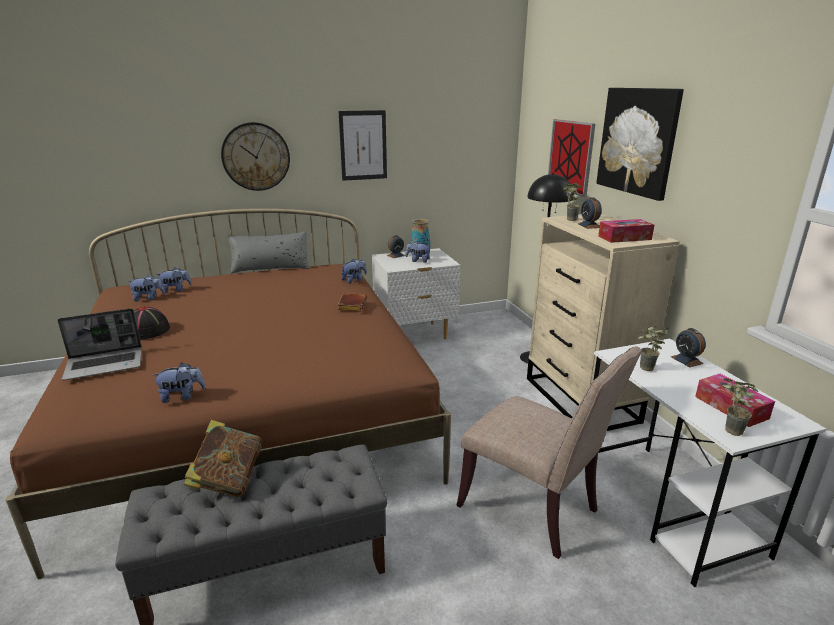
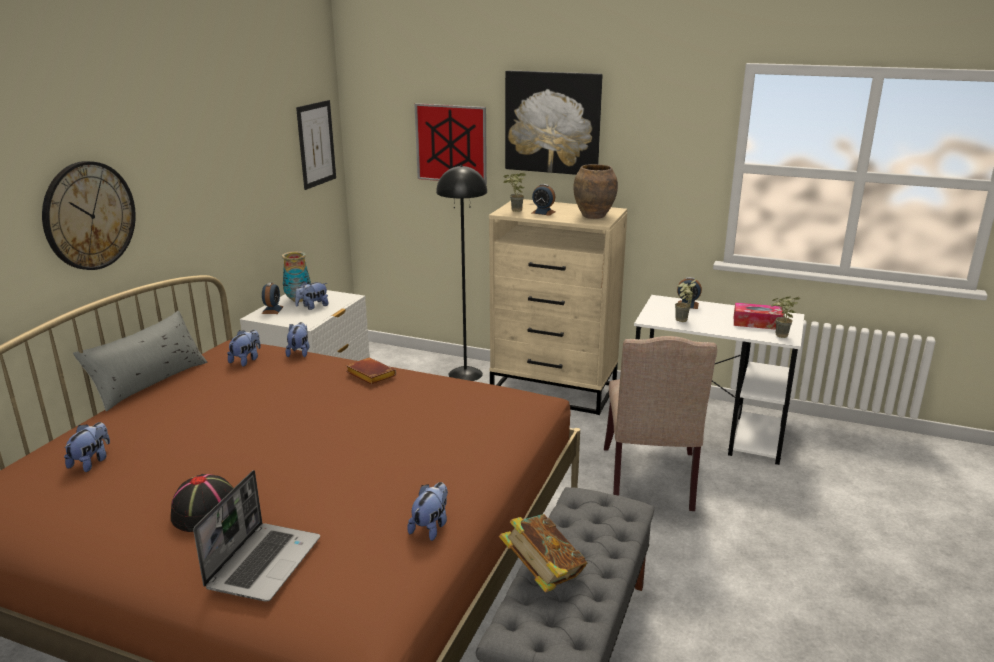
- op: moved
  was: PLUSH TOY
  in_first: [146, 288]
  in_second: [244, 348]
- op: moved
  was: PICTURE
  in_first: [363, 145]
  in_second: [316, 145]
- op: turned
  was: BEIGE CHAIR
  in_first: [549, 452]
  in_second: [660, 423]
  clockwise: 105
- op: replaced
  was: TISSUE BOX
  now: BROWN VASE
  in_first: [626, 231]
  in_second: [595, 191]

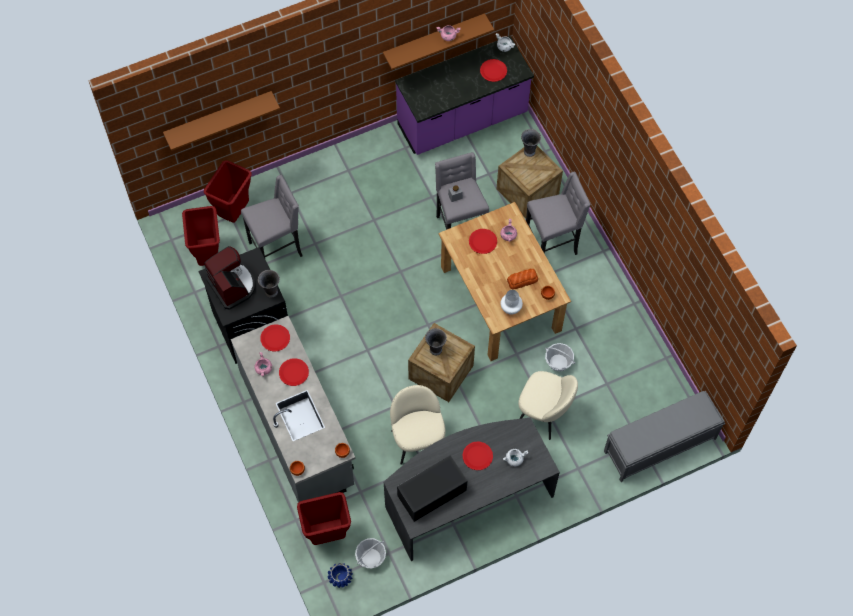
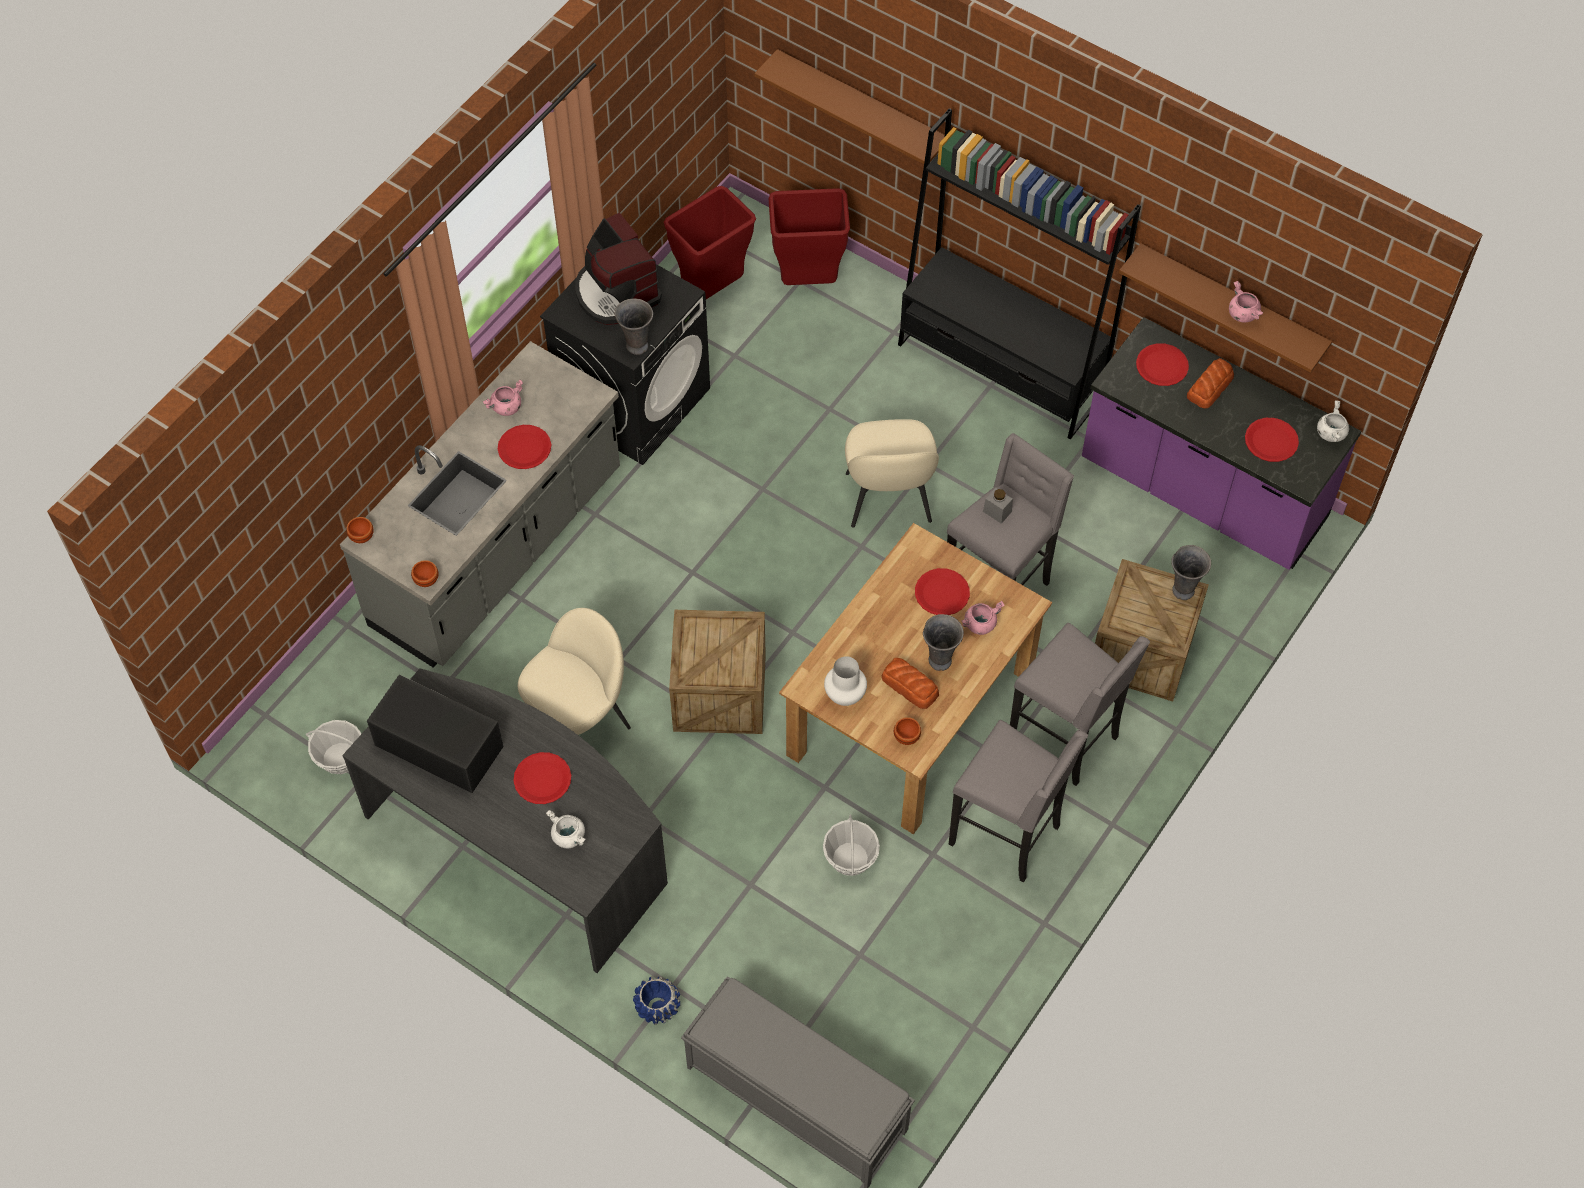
- op: turned
  was: COFFEE MACHINE
  in_first: [229, 278]
  in_second: [618, 269]
  clockwise: 120
- op: moved
  was: GREY STOOL
  in_first: [272, 216]
  in_second: [1018, 801]
- op: moved
  was: RED PLATE
  in_first: [275, 338]
  in_second: [1162, 364]
- op: removed
  was: RED TRASH CAN
  in_first: [324, 518]
- op: moved
  was: BLUE PLANTER
  in_first: [340, 575]
  in_second: [657, 1000]
- op: moved
  was: GREY VASE
  in_first: [436, 341]
  in_second: [943, 642]
- op: moved
  was: BEIGE CHAIR
  in_first: [548, 405]
  in_second: [892, 473]
- op: added
  now: BLACK BOOKCASE
  in_second: [1019, 274]
- op: added
  now: BREAD
  in_second: [1210, 383]

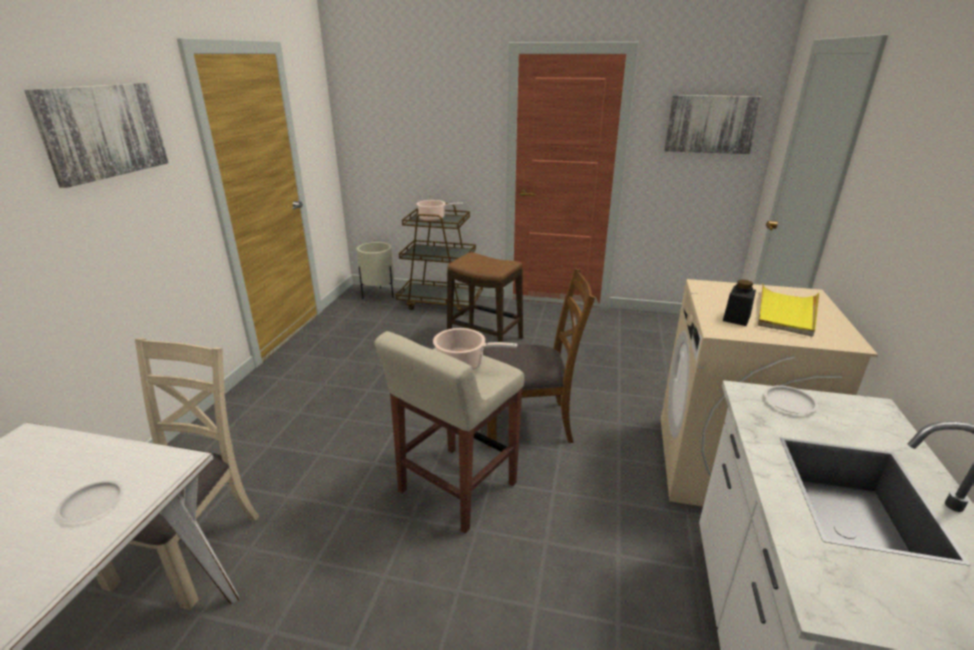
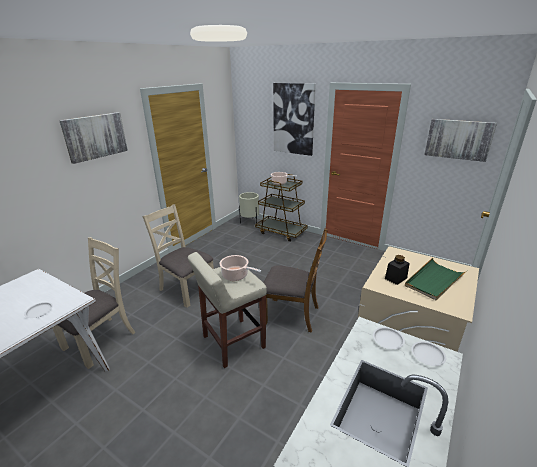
- op: removed
  was: STOOL
  in_first: [485, 297]
- op: recoloured
  was: YELLOW TRAY
  now: GREEN TRAY
  in_first: [788, 310]
  in_second: [436, 279]
- op: added
  now: BEIGE CHAIR
  in_second: [178, 256]
- op: added
  now: PICTURE
  in_second: [294, 119]
- op: added
  now: WHITE PLATE
  in_second: [428, 353]

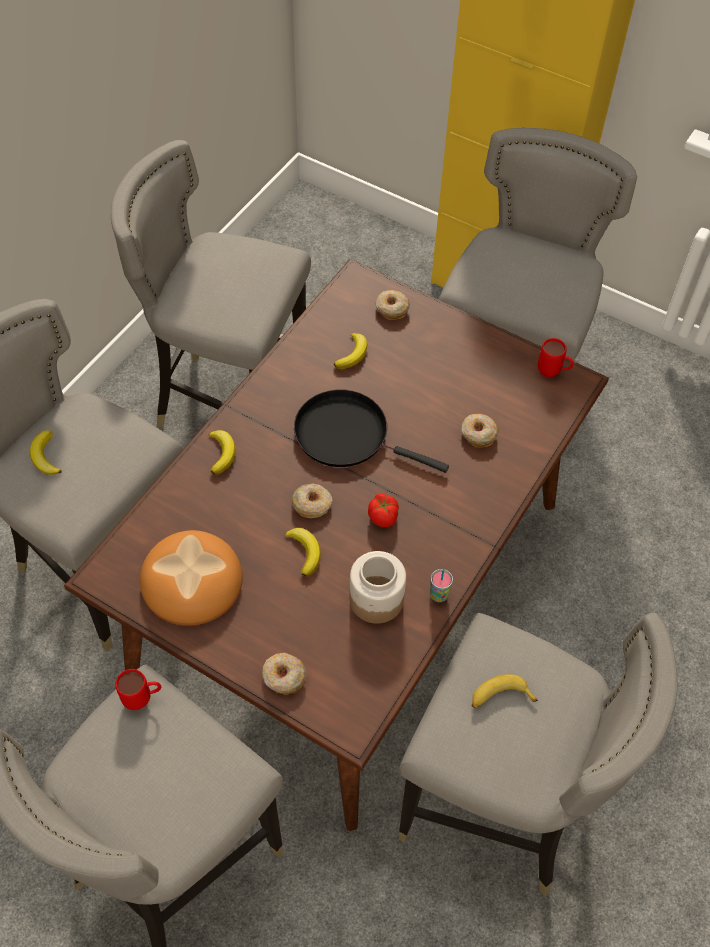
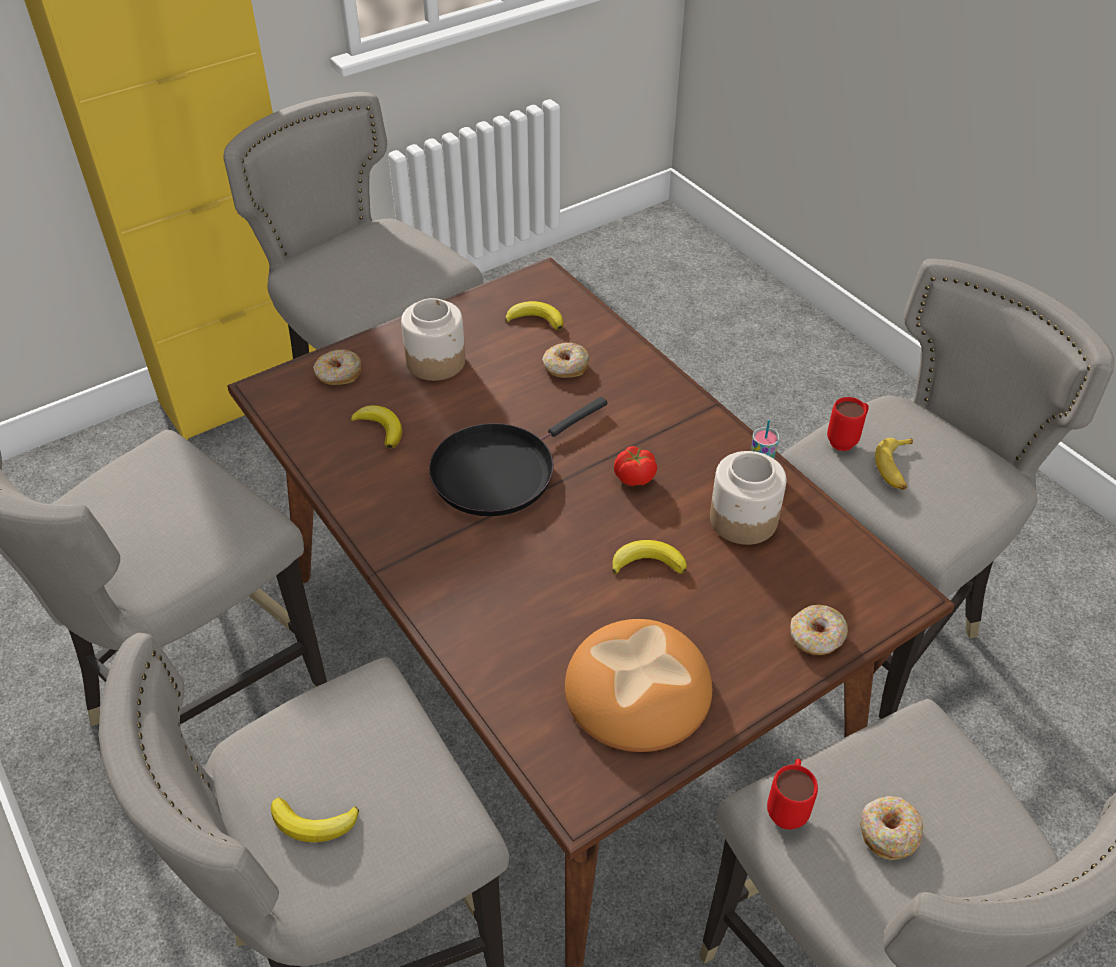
- op: moved
  was: BANANA
  in_first: [222, 452]
  in_second: [534, 315]
- op: moved
  was: DONUT
  in_first: [312, 501]
  in_second: [891, 828]
- op: moved
  was: RED MUG
  in_first: [556, 358]
  in_second: [848, 424]
- op: added
  now: JAR
  in_second: [433, 339]

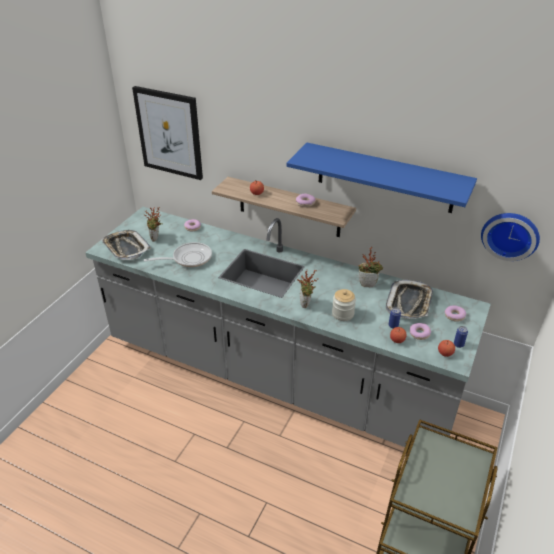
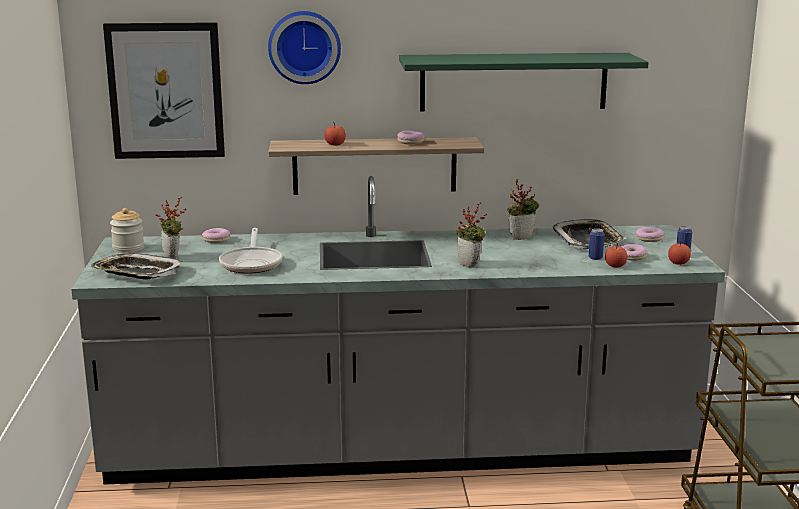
- op: turned
  was: FRYING PAN
  in_first: [178, 254]
  in_second: [250, 251]
  clockwise: 135
- op: recoloured
  was: BLUE SHELF
  now: GREEN SHELF
  in_first: [382, 178]
  in_second: [524, 82]
- op: moved
  was: JAR
  in_first: [344, 305]
  in_second: [127, 230]
- op: moved
  was: WALL CLOCK
  in_first: [510, 237]
  in_second: [304, 47]

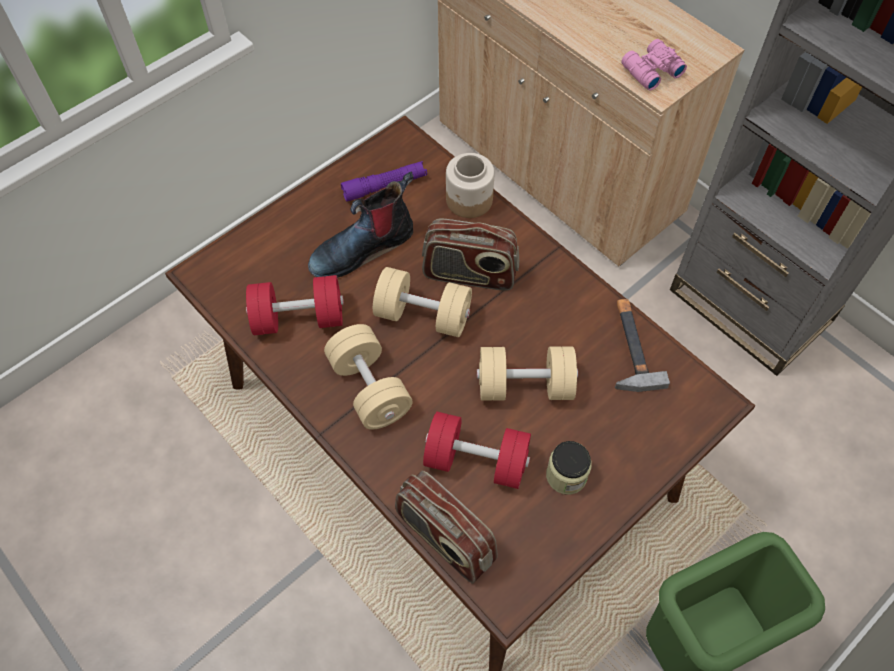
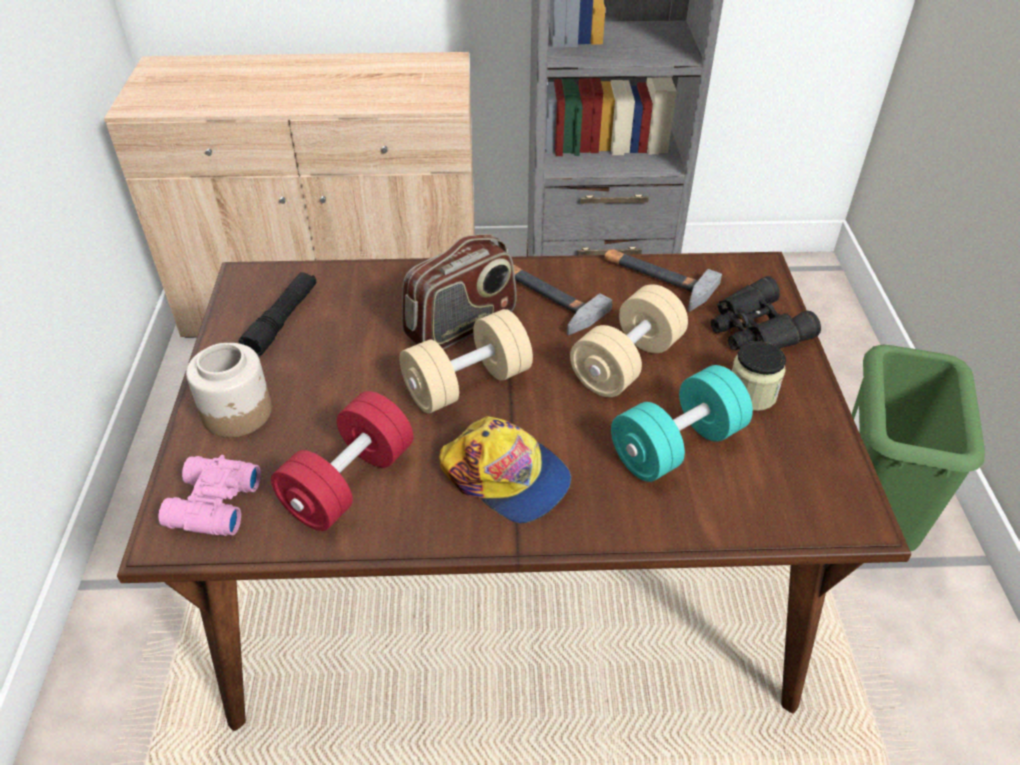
- op: removed
  was: BOOT
  in_first: [361, 224]
- op: replaced
  was: BEIGE DUMBBELL
  now: CAP
  in_first: [368, 377]
  in_second: [505, 469]
- op: recoloured
  was: PURPLE FLASHLIGHT
  now: BLACK FLASHLIGHT
  in_first: [384, 181]
  in_second: [277, 314]
- op: removed
  was: RADIO
  in_first: [446, 527]
- op: recoloured
  was: RED DUMBBELL
  now: TURQUOISE DUMBBELL
  in_first: [477, 450]
  in_second: [682, 423]
- op: moved
  was: JAR
  in_first: [470, 185]
  in_second: [229, 390]
- op: moved
  was: PINK BINOCULARS
  in_first: [654, 65]
  in_second: [209, 495]
- op: added
  now: HAMMER
  in_second: [563, 300]
- op: added
  now: BLACK BINOCULARS
  in_second: [766, 313]

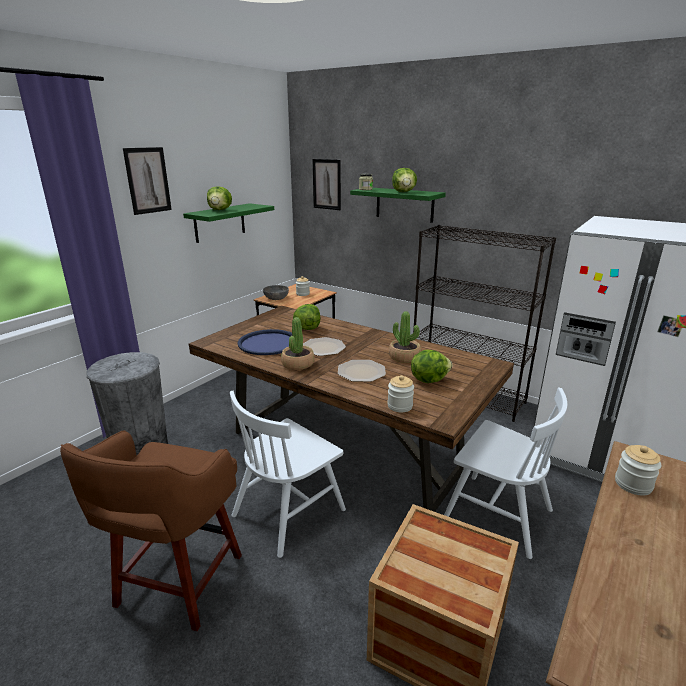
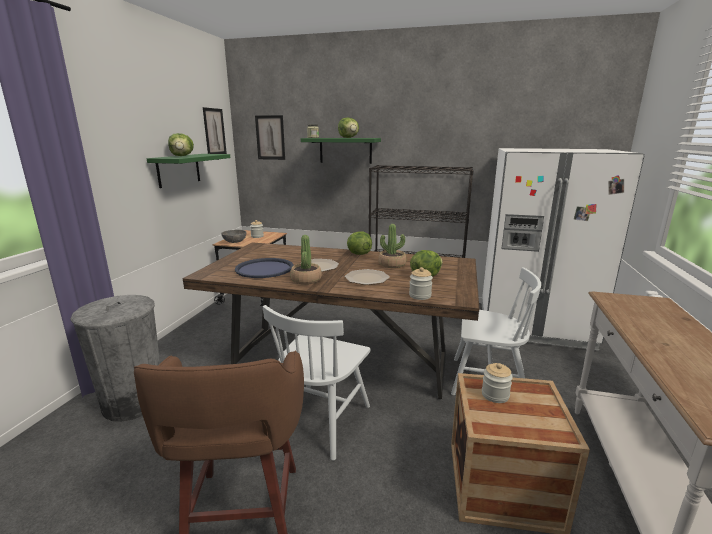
- op: moved
  was: PICTURE
  in_first: [147, 181]
  in_second: [215, 130]
- op: moved
  was: LETTUCE
  in_first: [306, 317]
  in_second: [359, 243]
- op: moved
  was: JAR
  in_first: [638, 470]
  in_second: [497, 383]

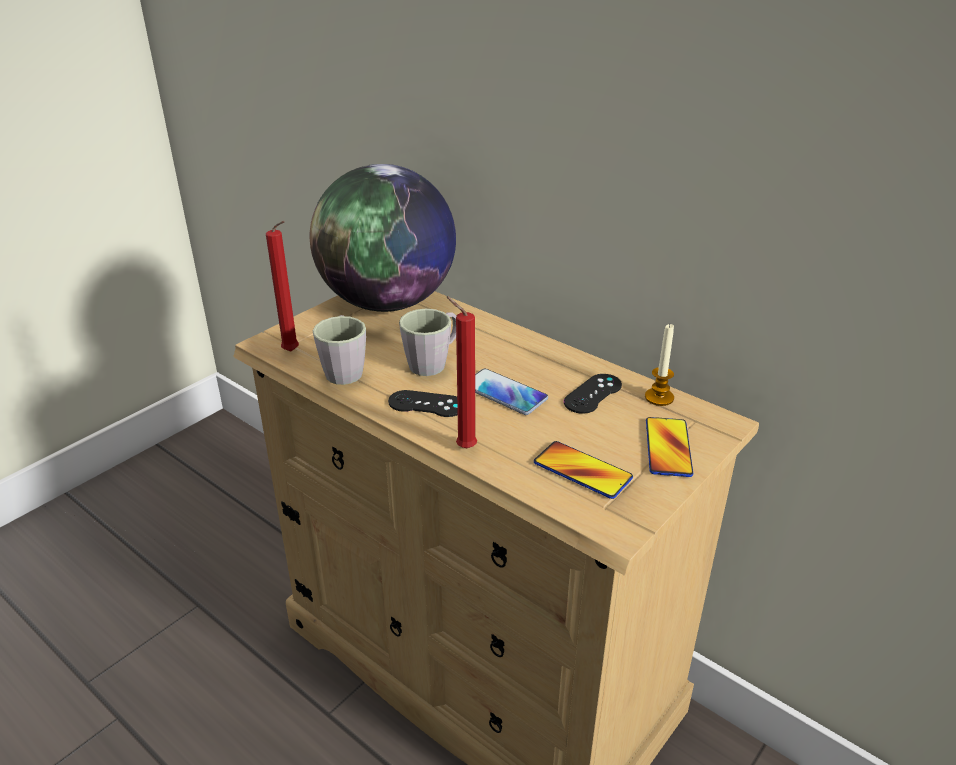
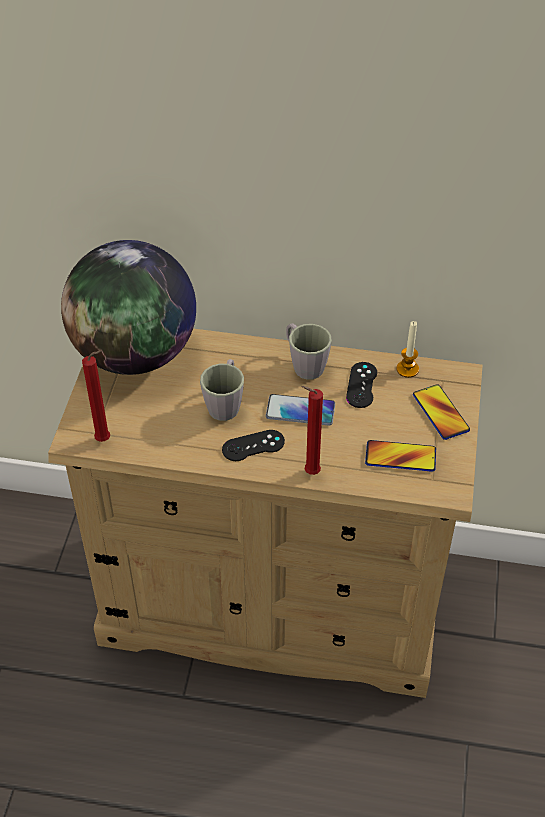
- op: moved
  was: GREY MUG
  in_first: [339, 350]
  in_second: [309, 351]

